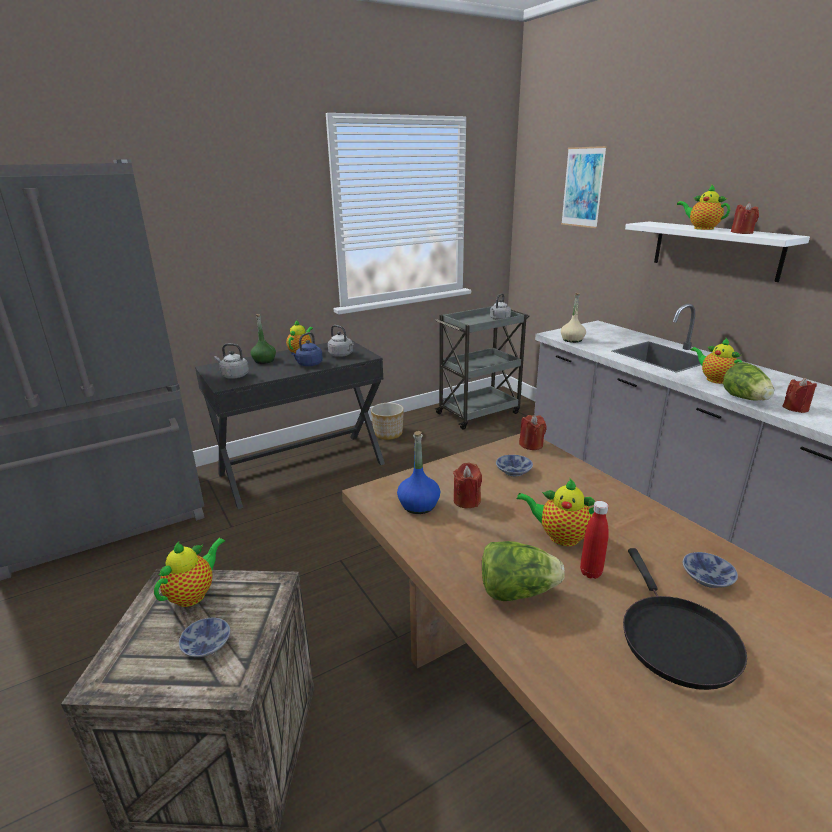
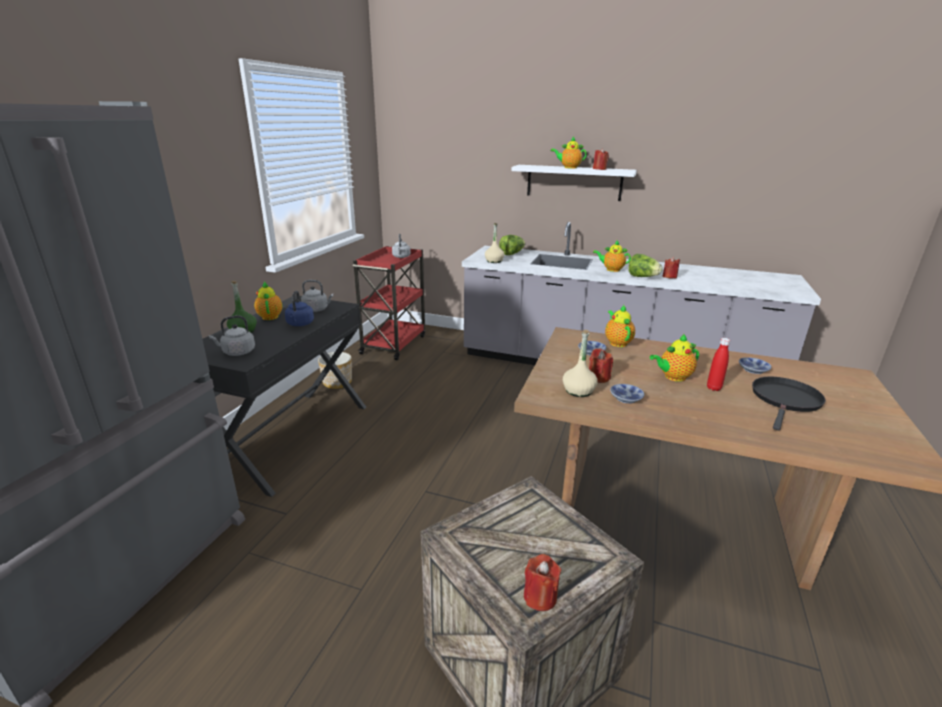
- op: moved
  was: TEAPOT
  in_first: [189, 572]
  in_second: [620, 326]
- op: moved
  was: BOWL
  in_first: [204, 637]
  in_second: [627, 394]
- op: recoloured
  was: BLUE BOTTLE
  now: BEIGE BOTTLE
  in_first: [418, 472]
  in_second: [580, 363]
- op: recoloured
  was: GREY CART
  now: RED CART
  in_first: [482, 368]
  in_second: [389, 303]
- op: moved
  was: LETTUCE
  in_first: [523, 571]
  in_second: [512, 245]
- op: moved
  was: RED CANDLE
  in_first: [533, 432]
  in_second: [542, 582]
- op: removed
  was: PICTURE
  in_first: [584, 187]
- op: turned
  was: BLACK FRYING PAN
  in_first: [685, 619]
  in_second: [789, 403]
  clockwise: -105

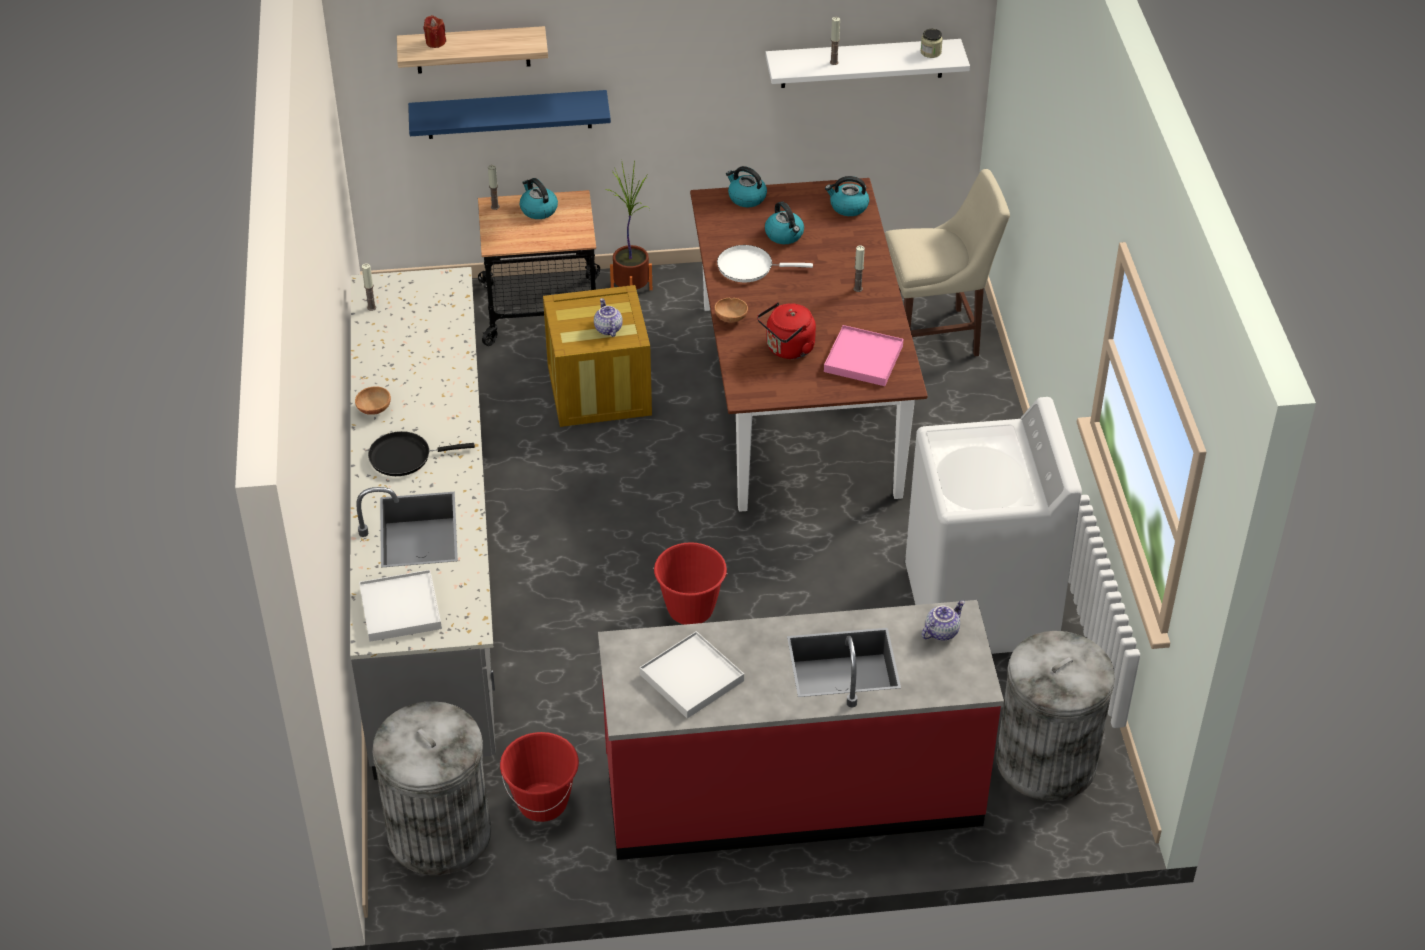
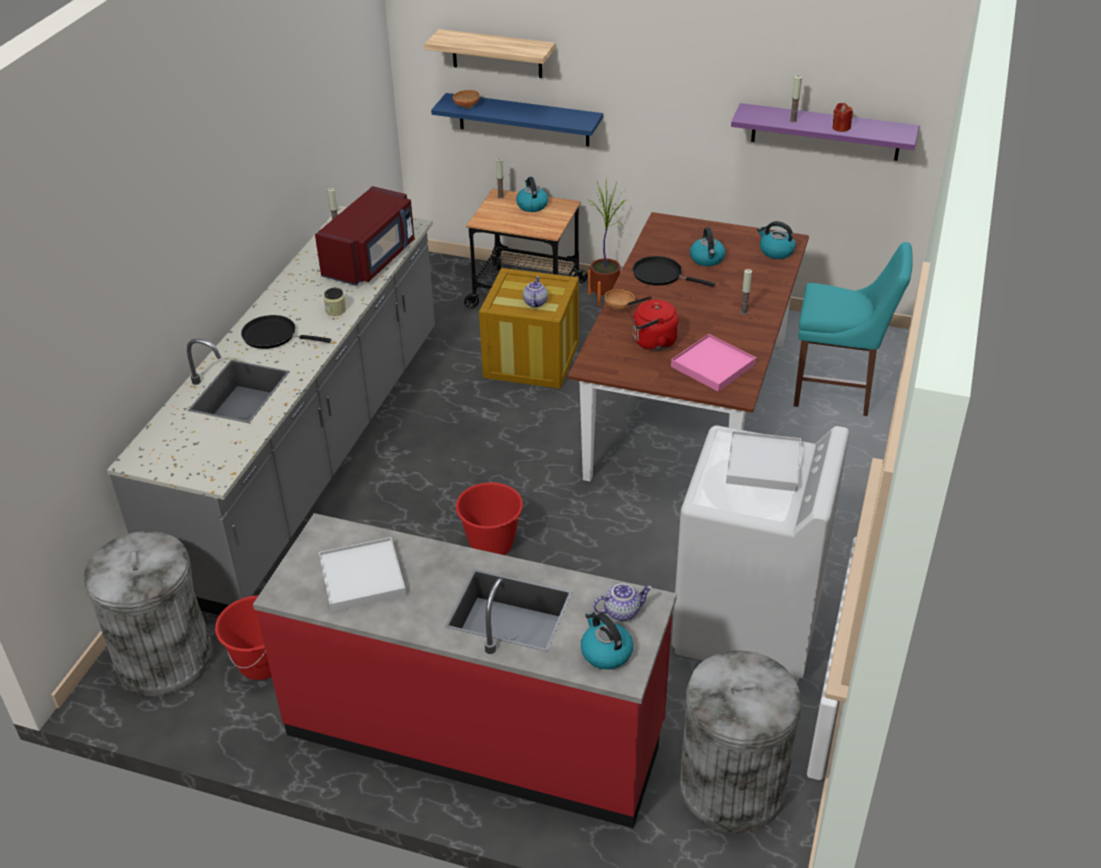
- op: moved
  was: BROWN BOWL
  in_first: [373, 400]
  in_second: [466, 99]
- op: moved
  was: WHITE TRAY
  in_first: [400, 606]
  in_second: [763, 461]
- op: moved
  was: RED CANDLE
  in_first: [434, 31]
  in_second: [843, 117]
- op: recoloured
  was: WHITE FRYING PAN
  now: BLACK FRYING PAN
  in_first: [765, 263]
  in_second: [674, 271]
- op: moved
  was: KETTLE
  in_first: [746, 186]
  in_second: [607, 640]
- op: recoloured
  was: WHITE SHELF
  now: PURPLE SHELF
  in_first: [867, 63]
  in_second: [825, 132]
- op: recoloured
  was: BEIGE CHAIR
  now: TURQUOISE CHAIR
  in_first: [947, 262]
  in_second: [853, 329]
- op: moved
  was: JAR
  in_first: [932, 43]
  in_second: [335, 302]
- op: added
  now: RED MICROWAVE
  in_second: [365, 236]

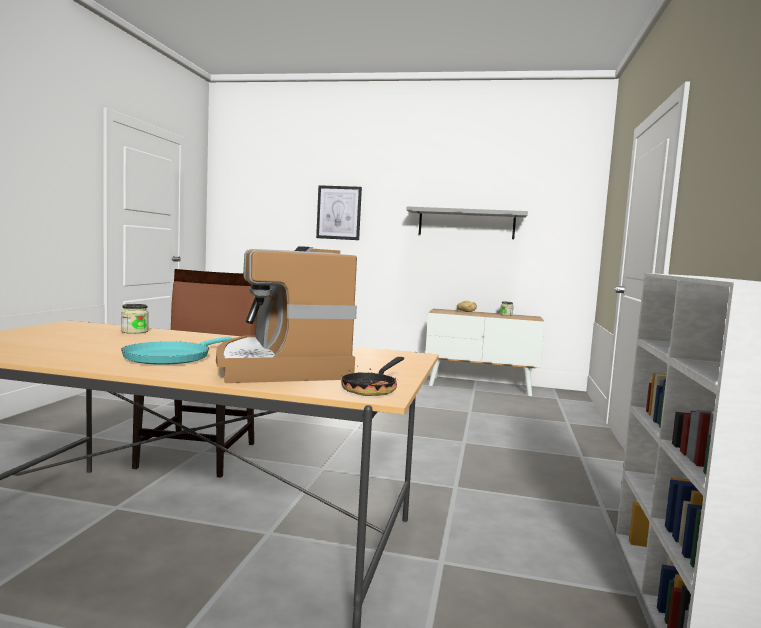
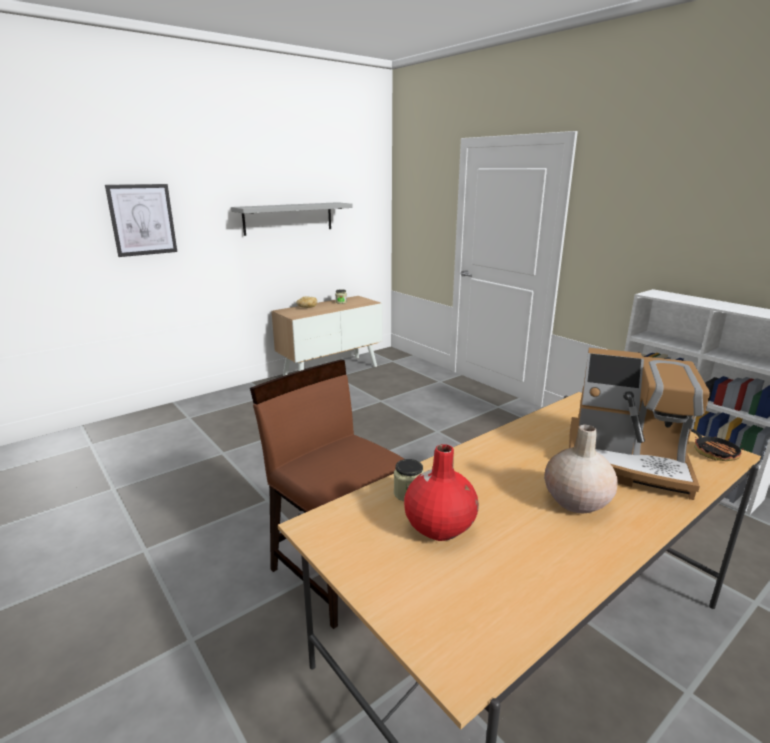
- op: replaced
  was: TURQUOISE FRYING PAN
  now: BEIGE VASE
  in_first: [176, 351]
  in_second: [581, 468]
- op: added
  now: RED VASE
  in_second: [441, 492]

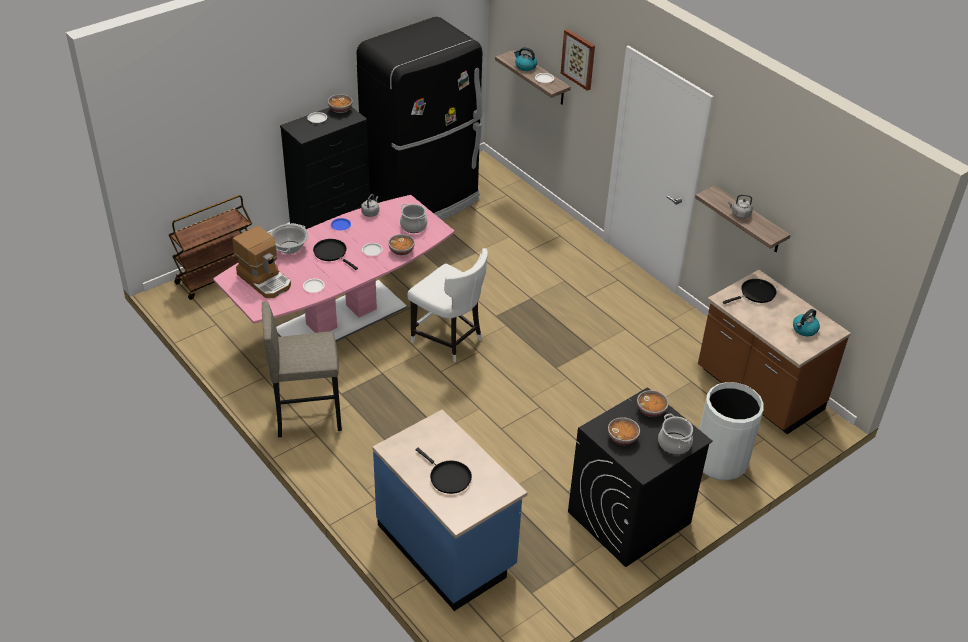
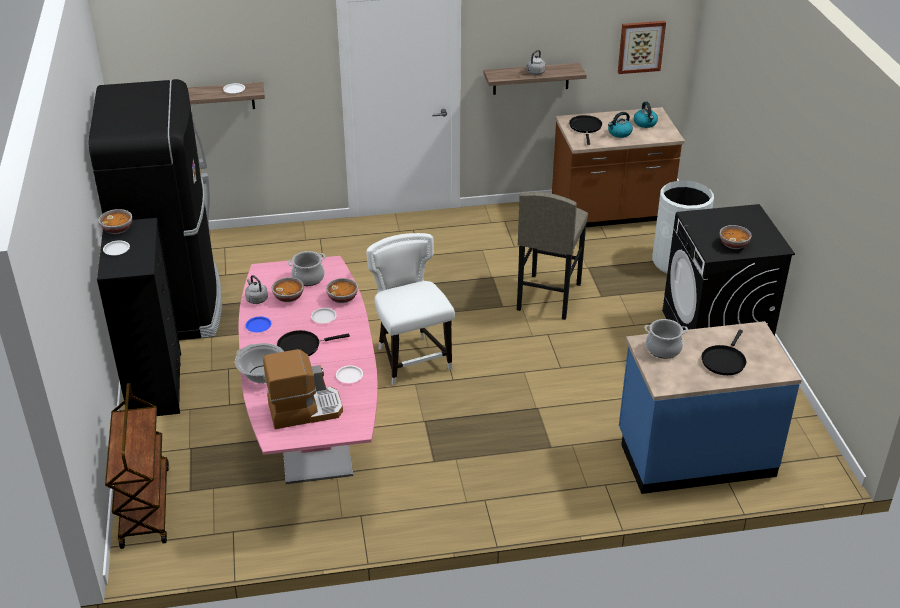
- op: moved
  was: GREY STOOL
  in_first: [302, 369]
  in_second: [552, 256]
- op: turned
  was: WHITE CHAIR
  in_first: [447, 305]
  in_second: [410, 309]
  clockwise: -90
- op: turned
  was: BLACK FRYING PAN
  in_first: [444, 471]
  in_second: [723, 352]
  clockwise: 135
- op: moved
  was: KETTLE
  in_first: [525, 59]
  in_second: [620, 125]
- op: moved
  was: PICTURE
  in_first: [578, 60]
  in_second: [642, 47]
- op: moved
  was: BOWL
  in_first: [653, 403]
  in_second: [288, 289]
- op: moved
  was: COOKING POT
  in_first: [675, 434]
  in_second: [666, 339]

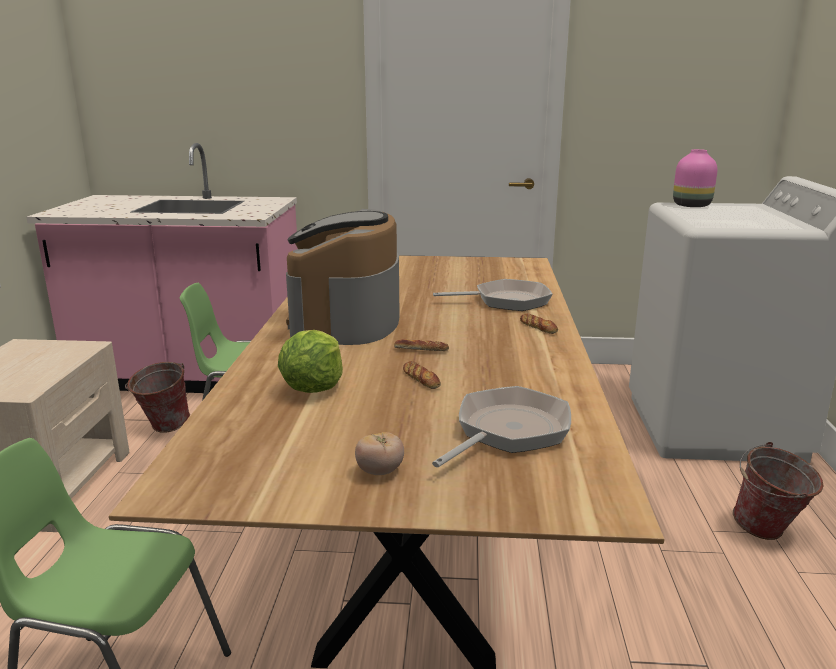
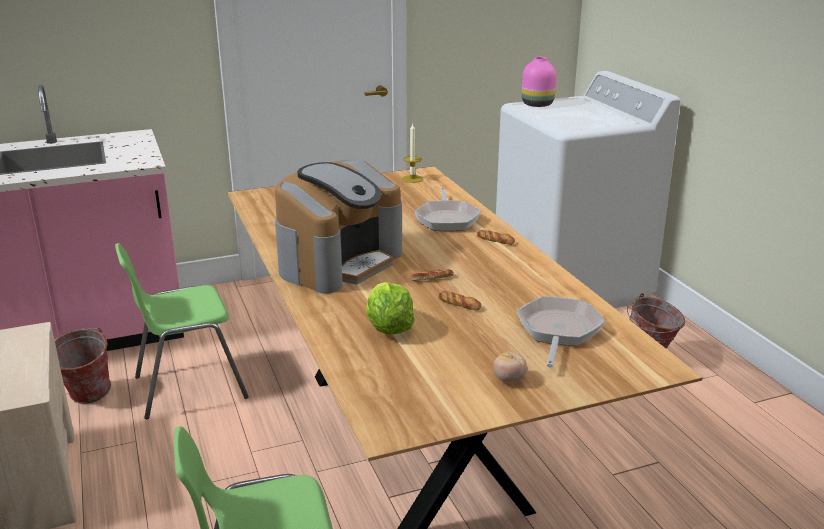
- op: turned
  was: COFFEE MACHINE
  in_first: [343, 277]
  in_second: [338, 226]
  clockwise: -120
- op: turned
  was: FRYING PAN
  in_first: [493, 295]
  in_second: [447, 209]
  clockwise: 120
- op: added
  now: CANDLE
  in_second: [412, 153]

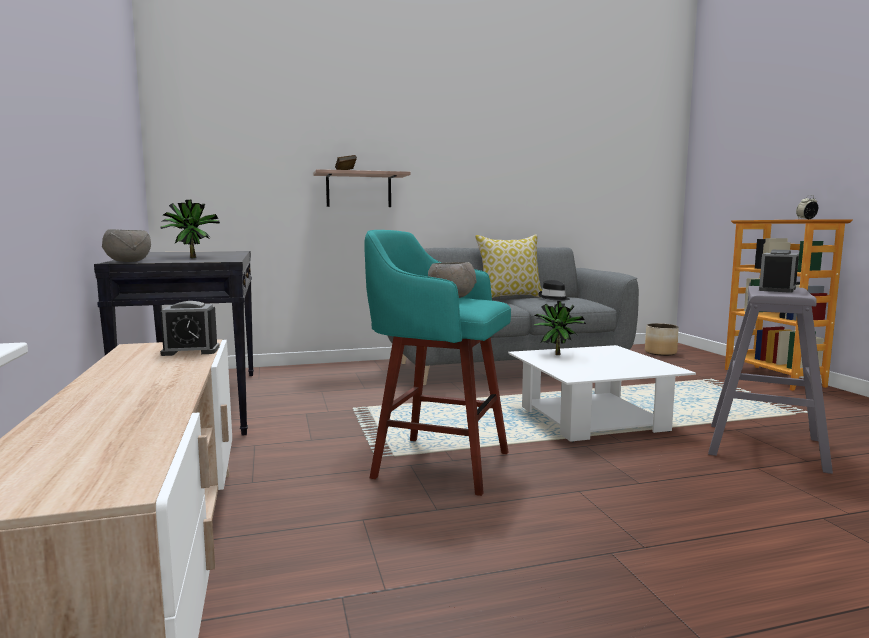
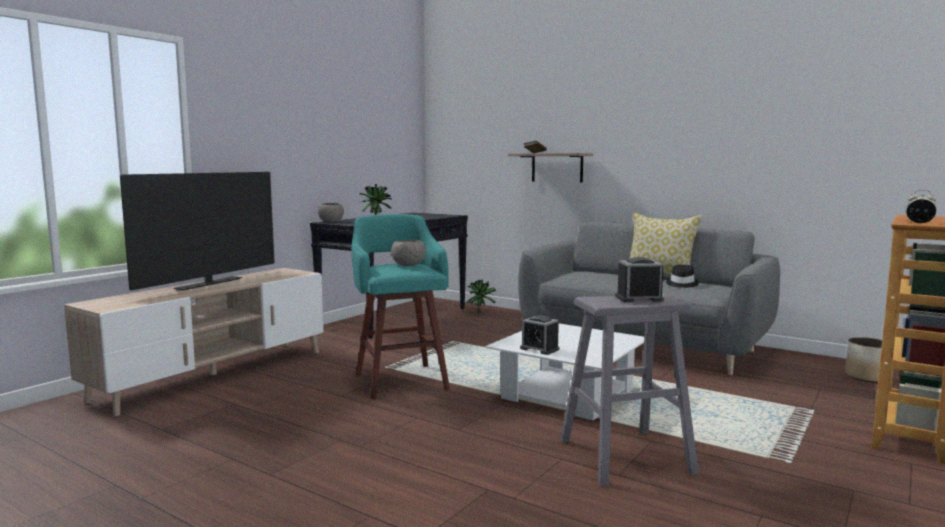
- op: moved
  was: ALARM CLOCK
  in_first: [190, 328]
  in_second: [540, 335]
- op: moved
  was: POTTED PLANT
  in_first: [559, 328]
  in_second: [481, 296]
- op: added
  now: TELEVISION
  in_second: [197, 231]

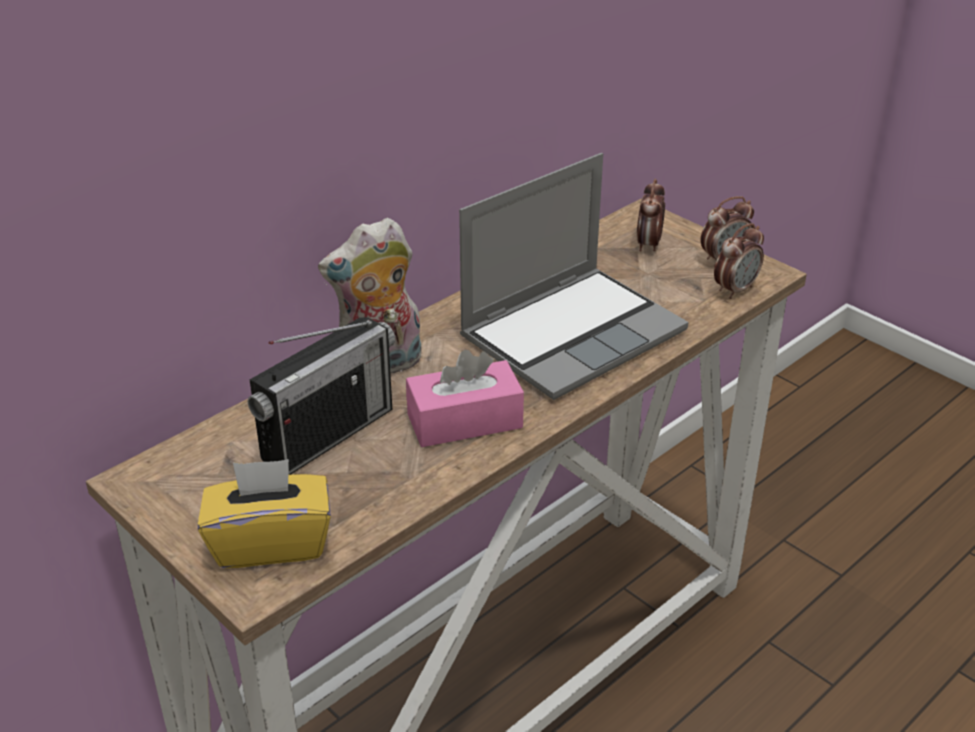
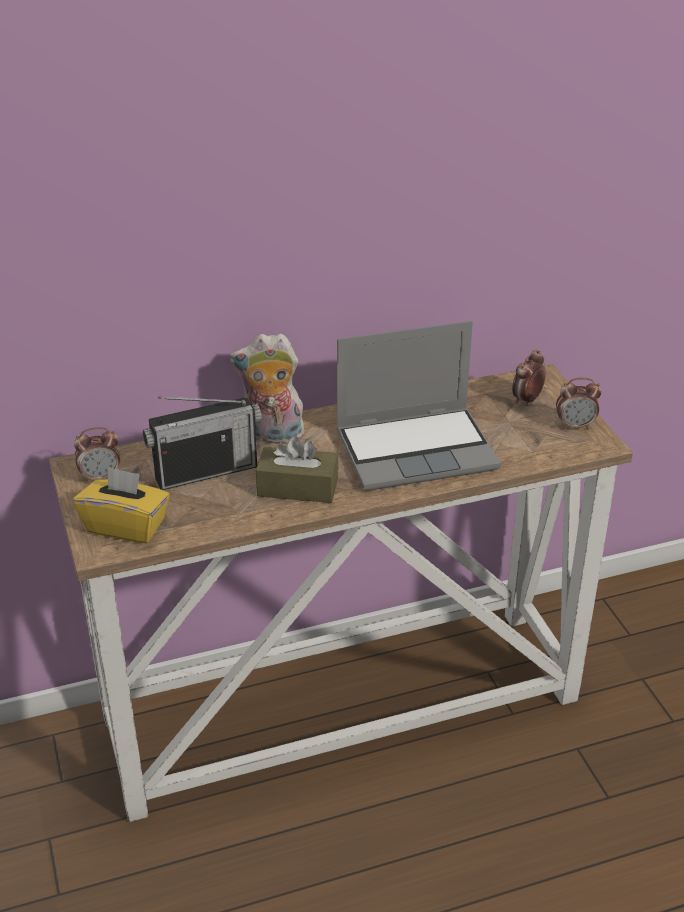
- op: recoloured
  was: PINK TISSUE BOX
  now: BROWN TISSUE BOX
  in_first: [465, 398]
  in_second: [297, 469]
- op: moved
  was: ALARM CLOCK
  in_first: [739, 261]
  in_second: [97, 455]

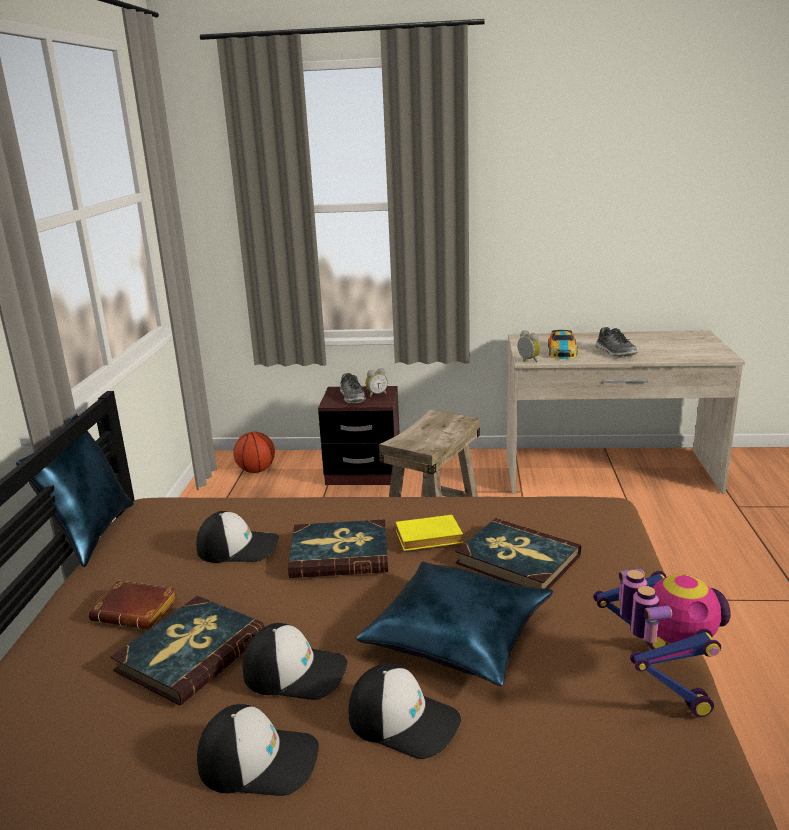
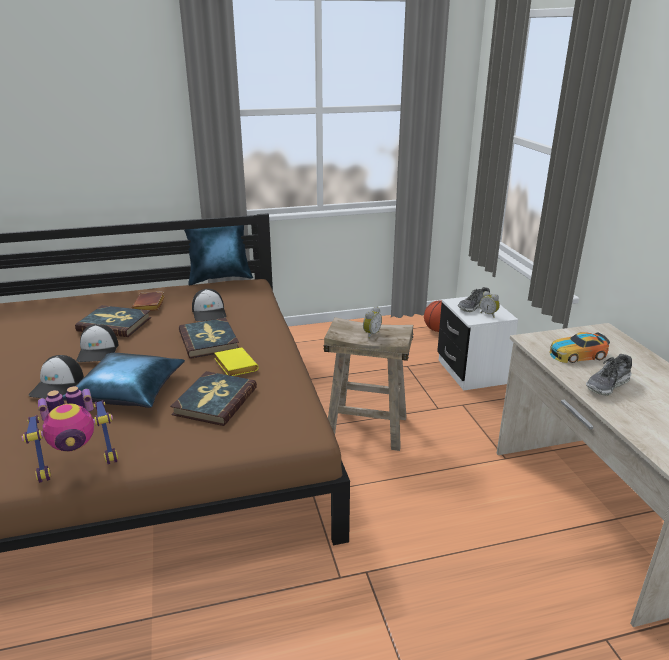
- op: removed
  was: CAP
  in_first: [258, 750]
- op: recoloured
  was: BROWN NIGHTSTAND
  now: WHITE NIGHTSTAND
  in_first: [359, 435]
  in_second: [477, 344]
- op: moved
  was: ALARM CLOCK
  in_first: [529, 346]
  in_second: [372, 323]

